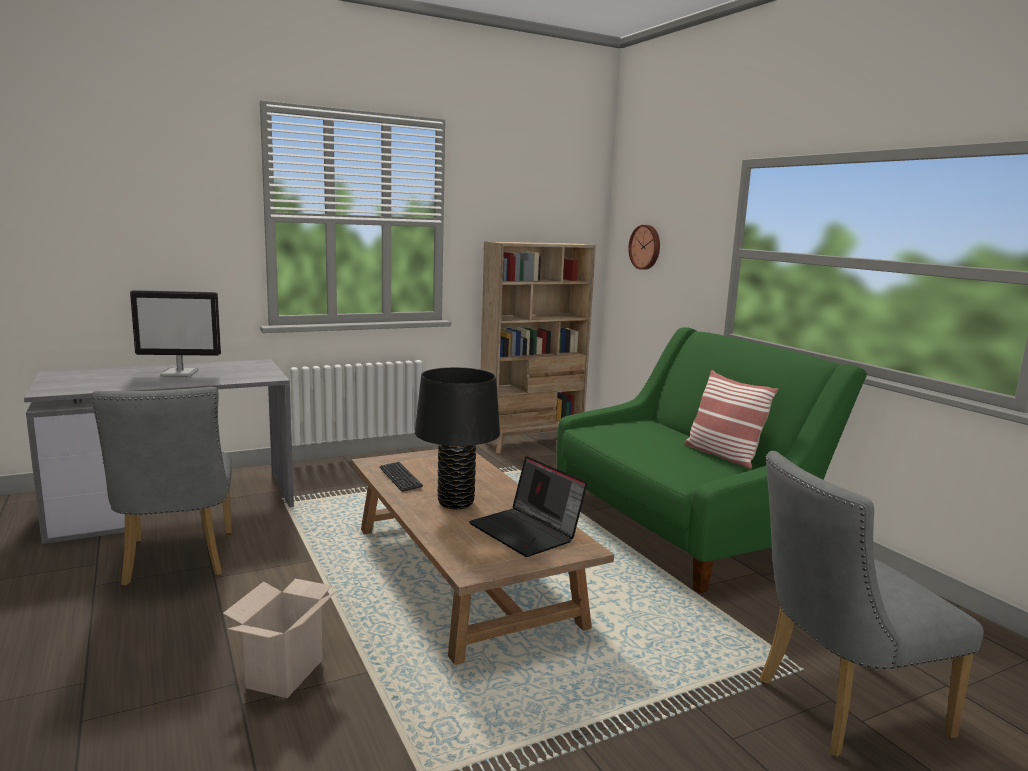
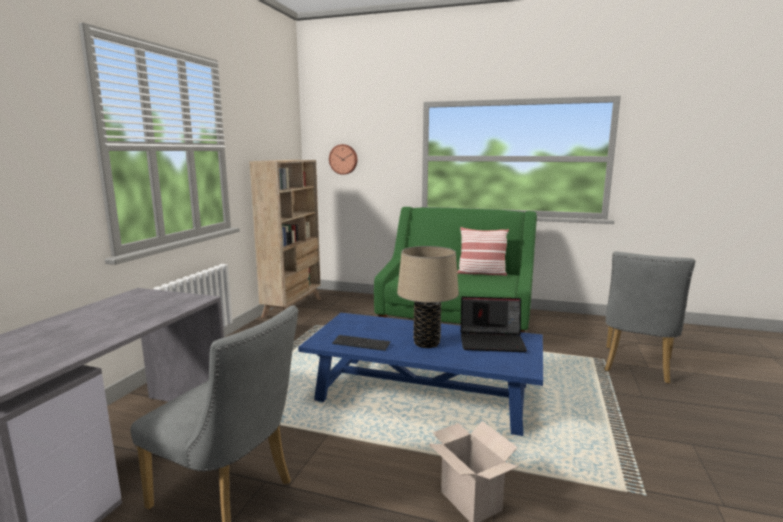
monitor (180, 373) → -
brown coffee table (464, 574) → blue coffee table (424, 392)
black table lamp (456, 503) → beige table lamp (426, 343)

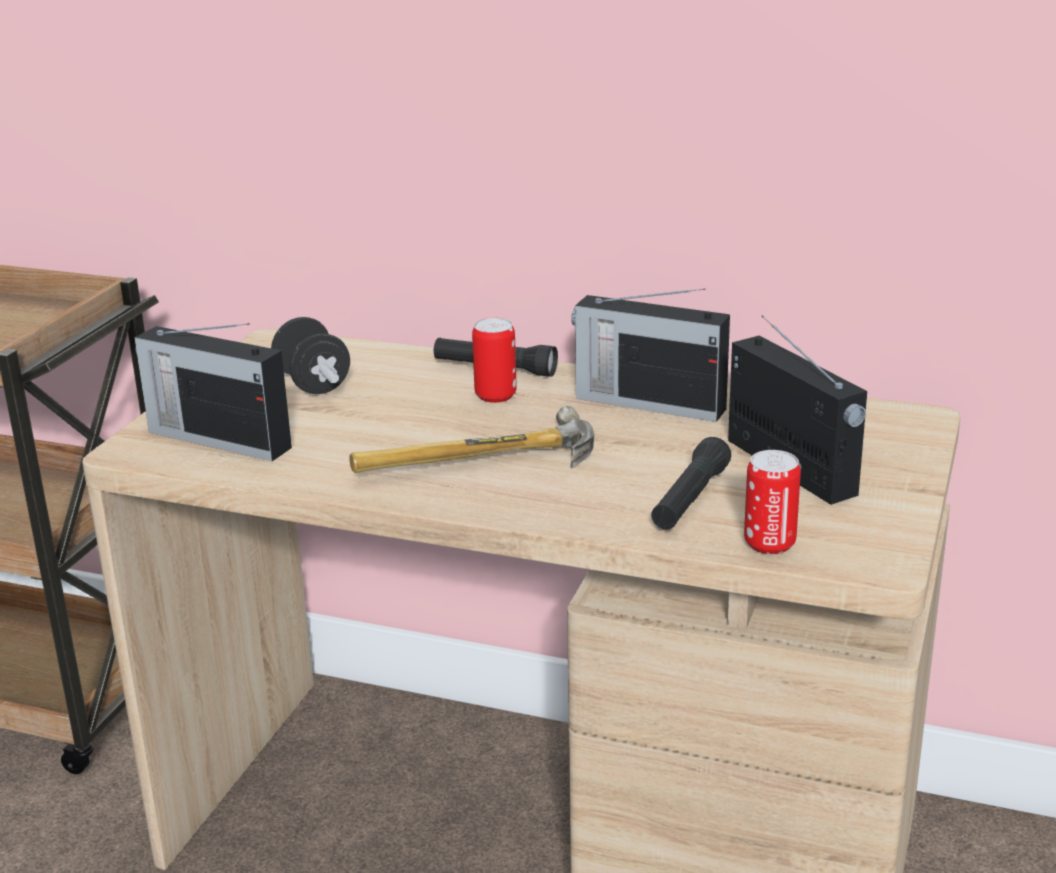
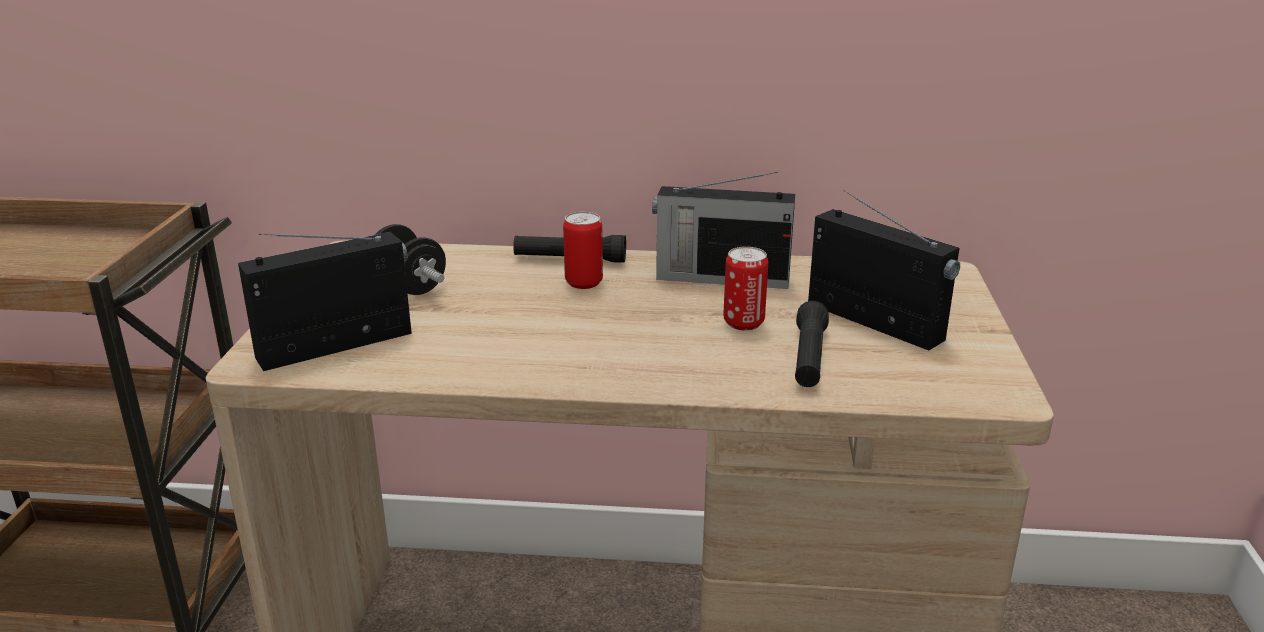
hammer (481, 466) → -
can (769, 544) → can (743, 323), shifted
radio (217, 439) → radio (338, 345), 135 degrees clockwise

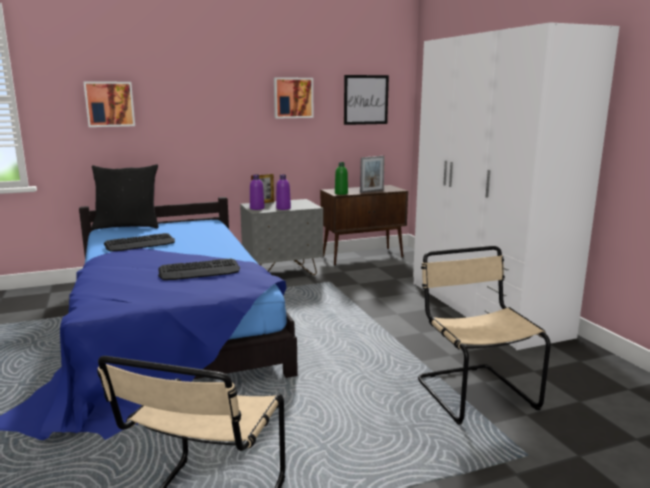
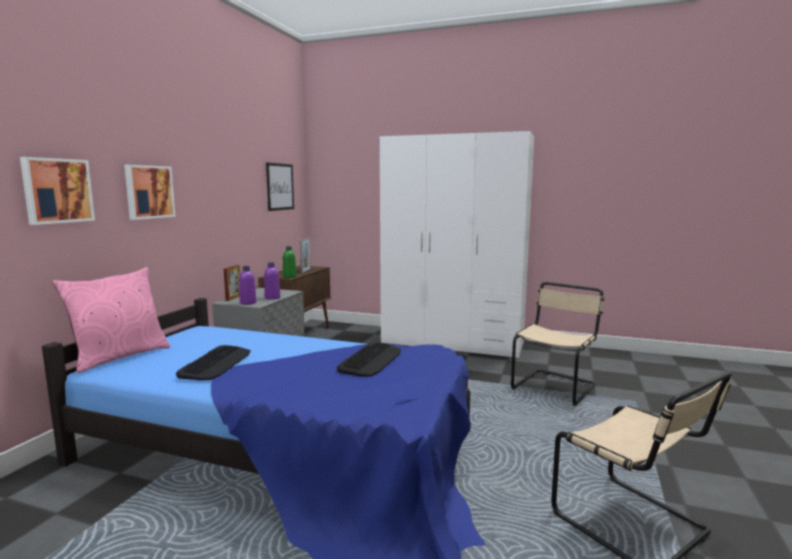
picture (293, 98) → picture (148, 192), shifted
black pillow (128, 226) → pink pillow (119, 356)
beige chair (473, 392) → beige chair (555, 386), 105 degrees clockwise

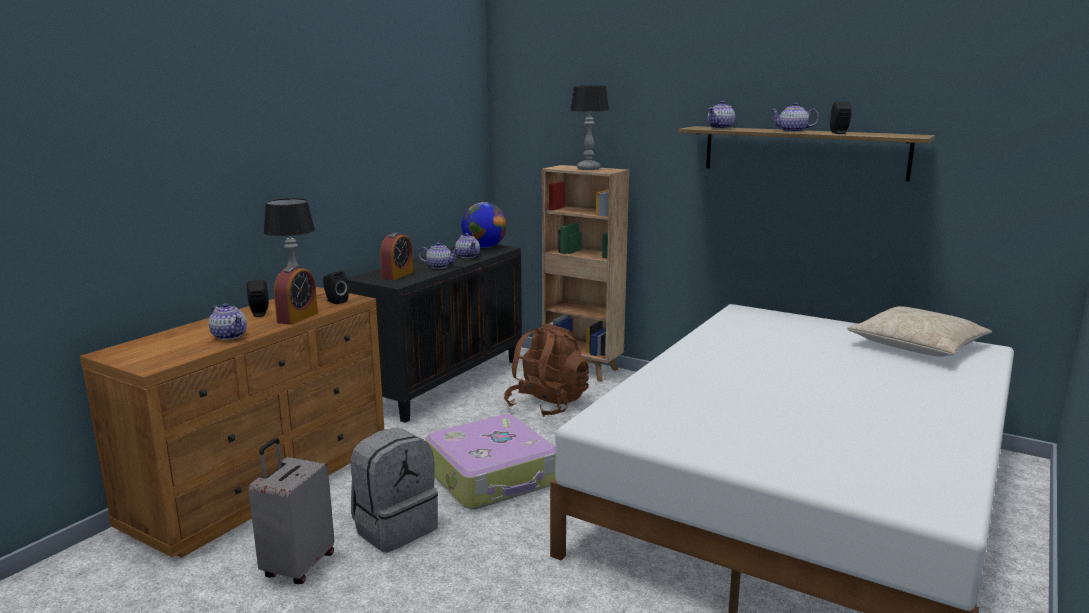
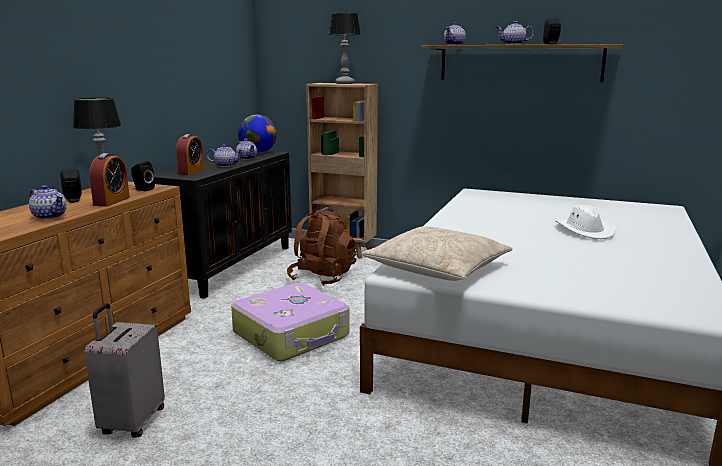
grey backpack (395, 528) → -
- → white hat (585, 230)
beige pillow (916, 345) → beige pillow (437, 268), shifted

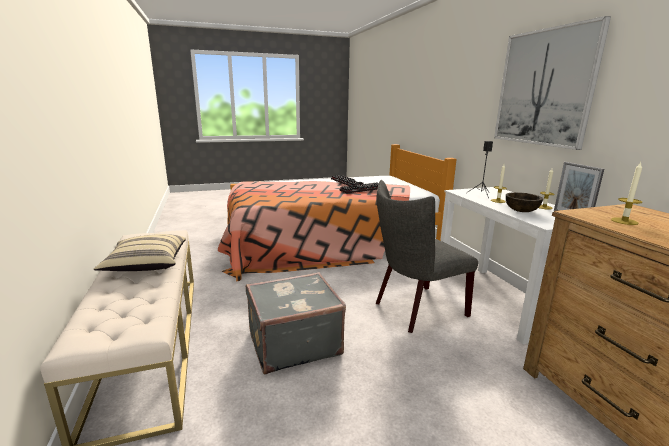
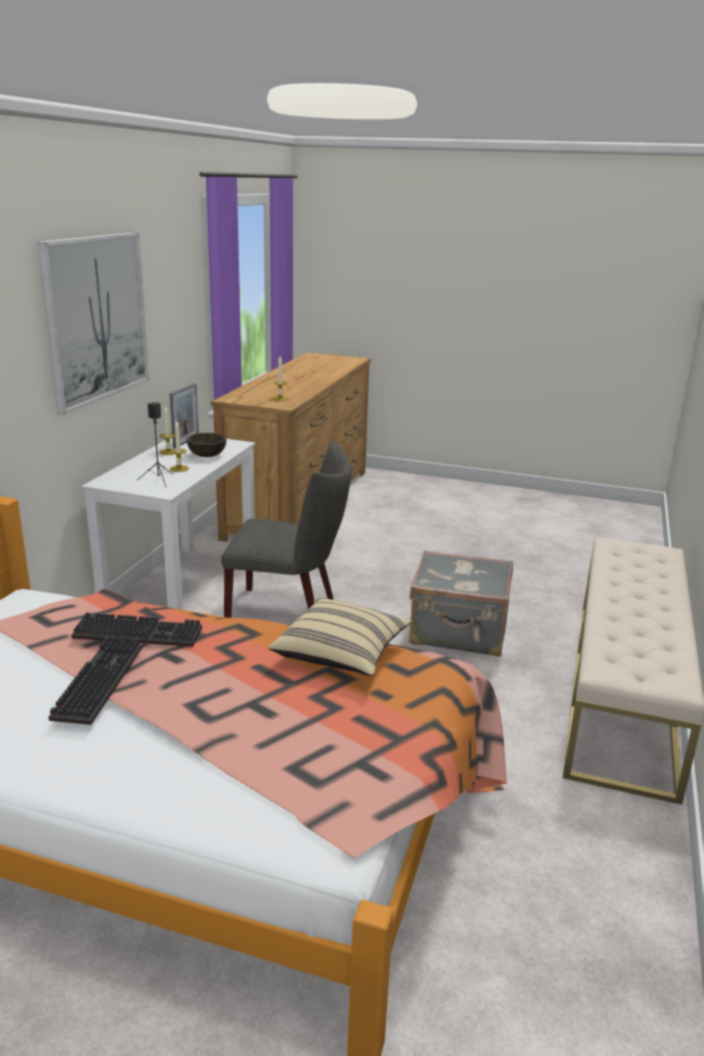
beige pillow (146, 265) → beige pillow (341, 654), shifted

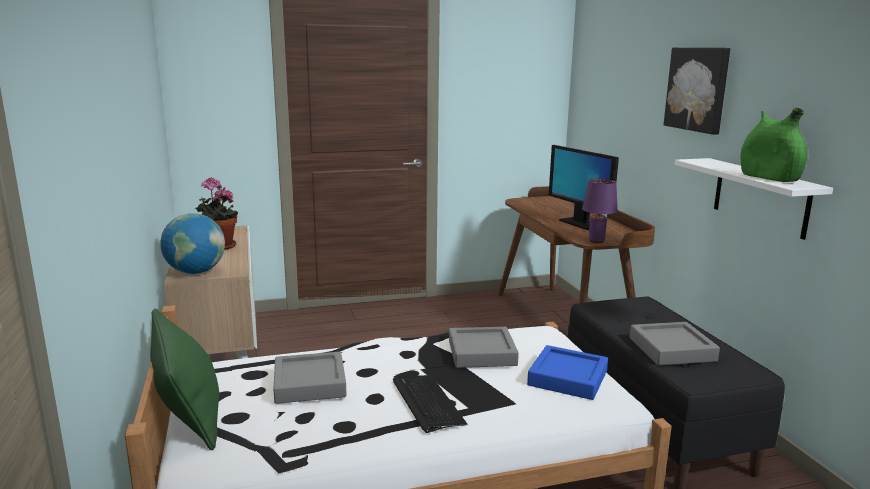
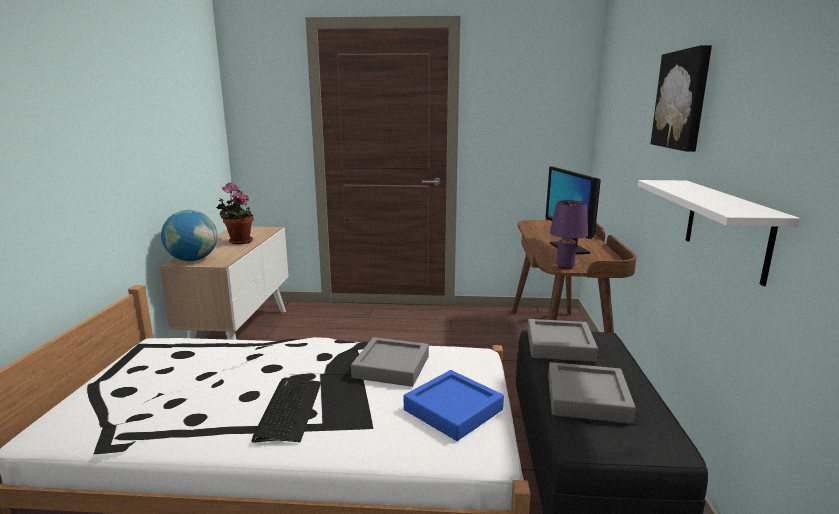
green pillow (188, 410) → -
green vase (769, 178) → -
grey tray (309, 383) → grey tray (559, 345), shifted

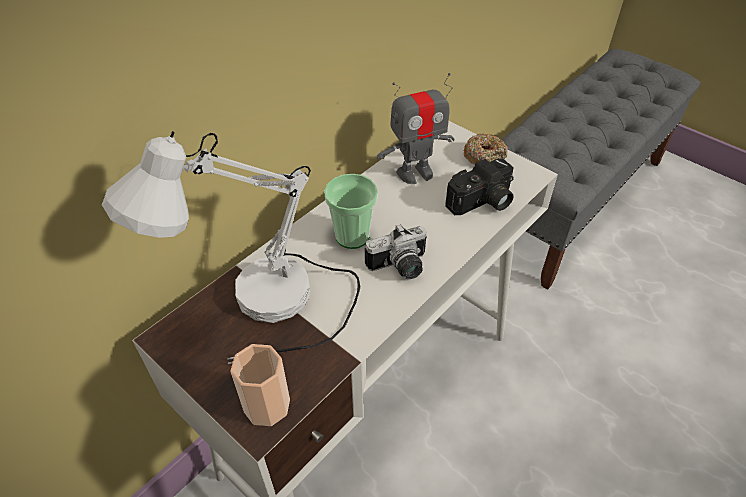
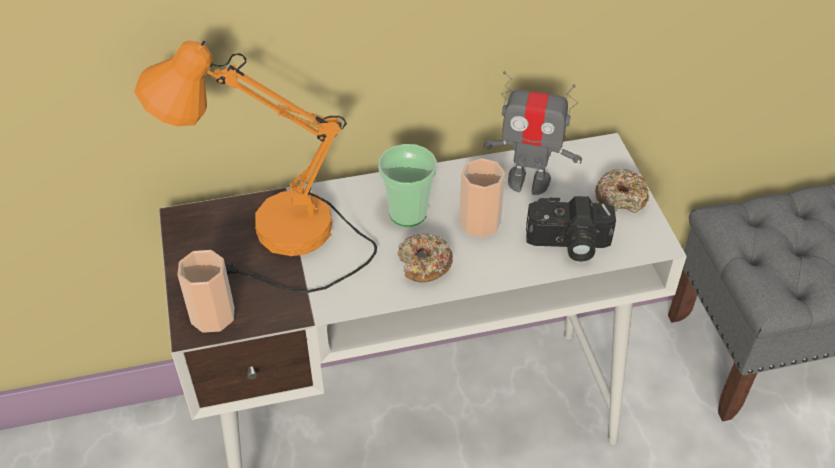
- → cup (479, 222)
photo camera (400, 268) → donut (424, 264)
white table lamp (272, 315) → orange table lamp (278, 246)

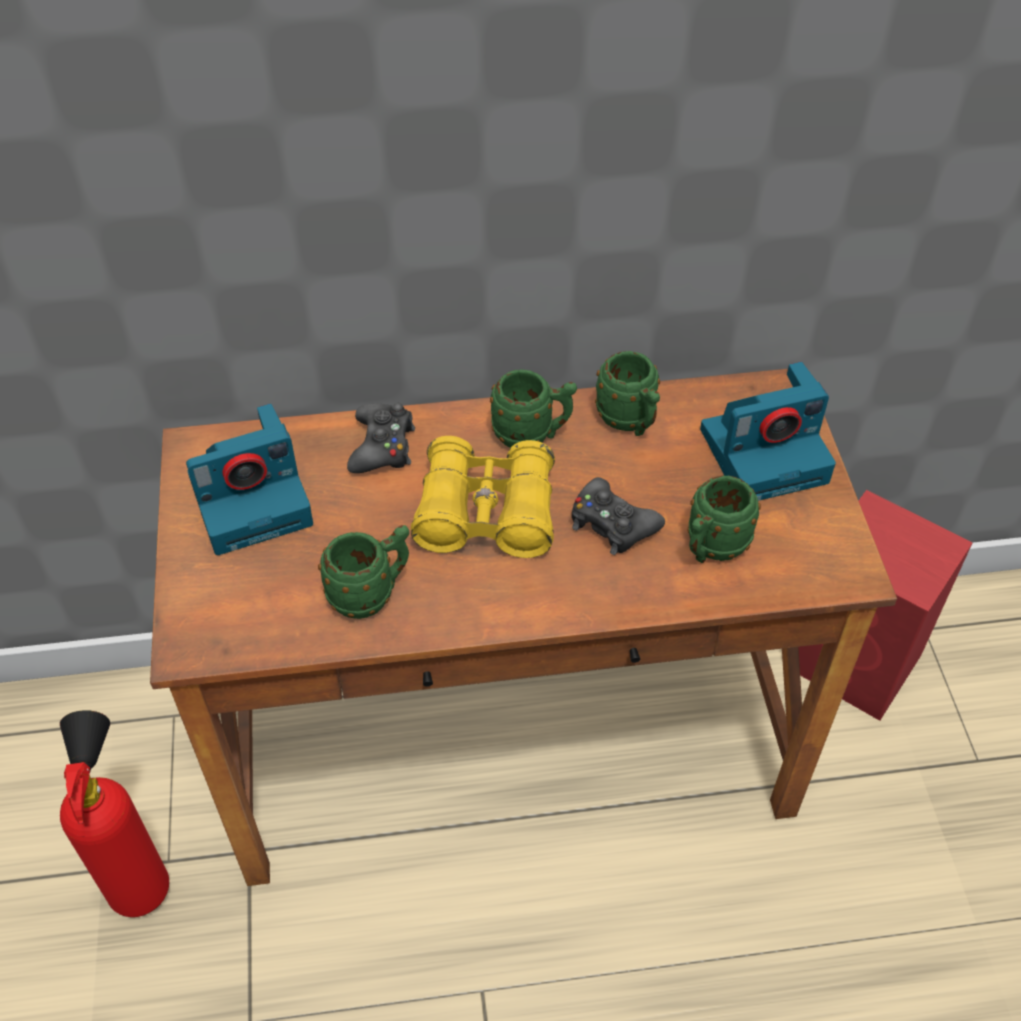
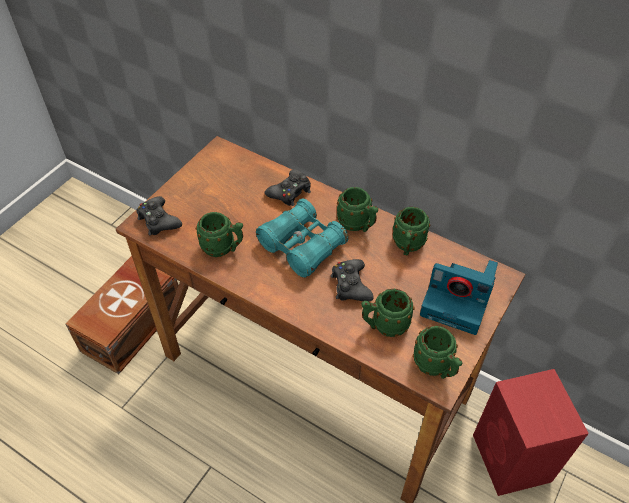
photo camera (253, 499) → -
- → black game controller (158, 221)
- → green mug (436, 367)
fire extinguisher (140, 877) → brown storage box (134, 325)
yellow binoculars (486, 514) → turquoise binoculars (302, 246)

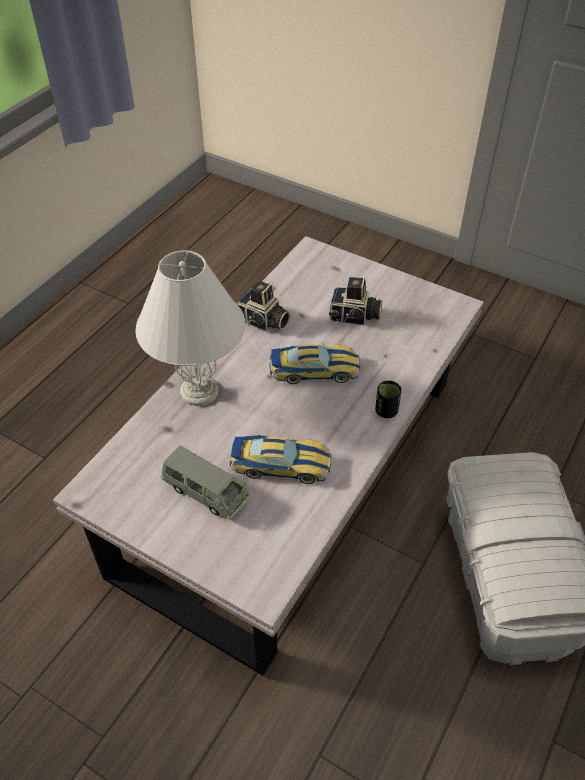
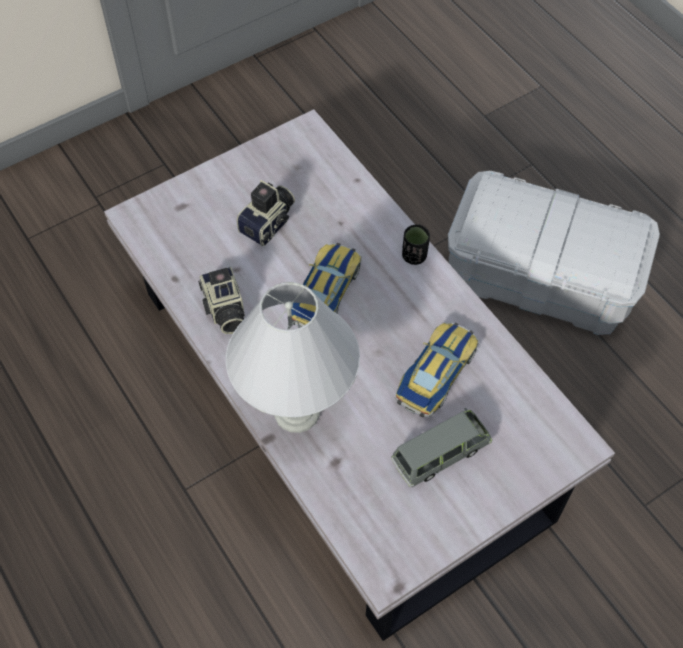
photo camera (263, 322) → photo camera (224, 310), 105 degrees clockwise

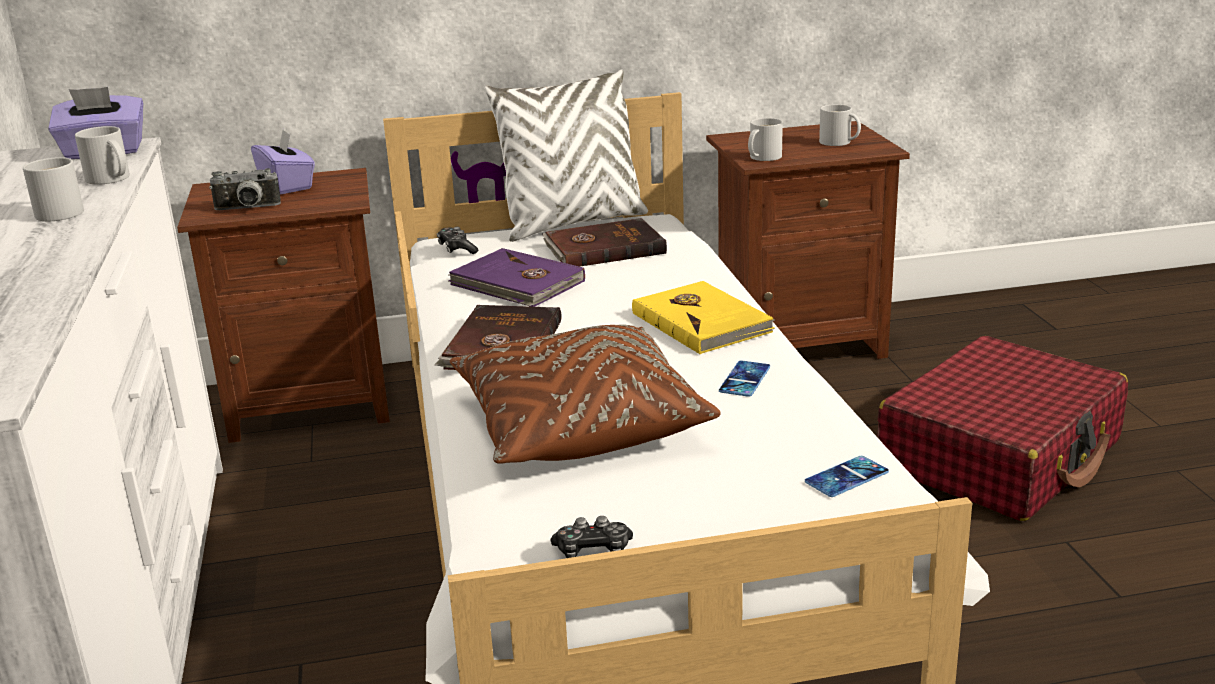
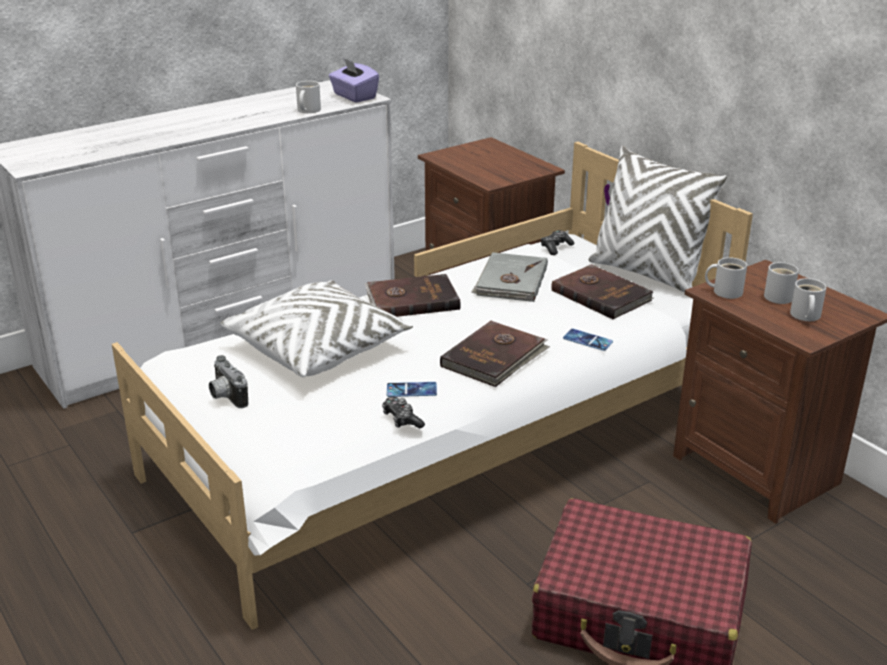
purple tissue box (287, 185) → -
white mug (61, 212) → white mug (781, 296), shifted
photo camera (247, 209) → photo camera (225, 397), shifted
game controller (593, 551) → game controller (402, 419), shifted
phone (846, 477) → phone (587, 340), shifted
purple book (517, 284) → grey book (510, 281)
brown pillow (578, 425) → white pillow (318, 348)
yellow book (702, 322) → brown book (495, 357)

